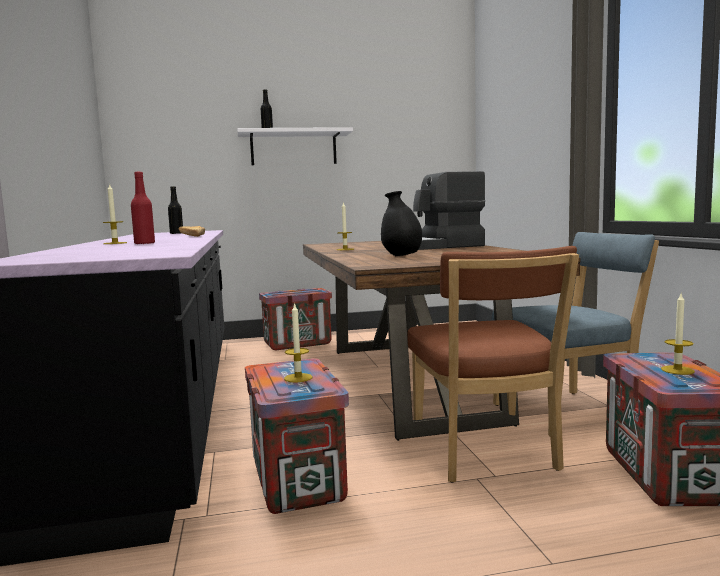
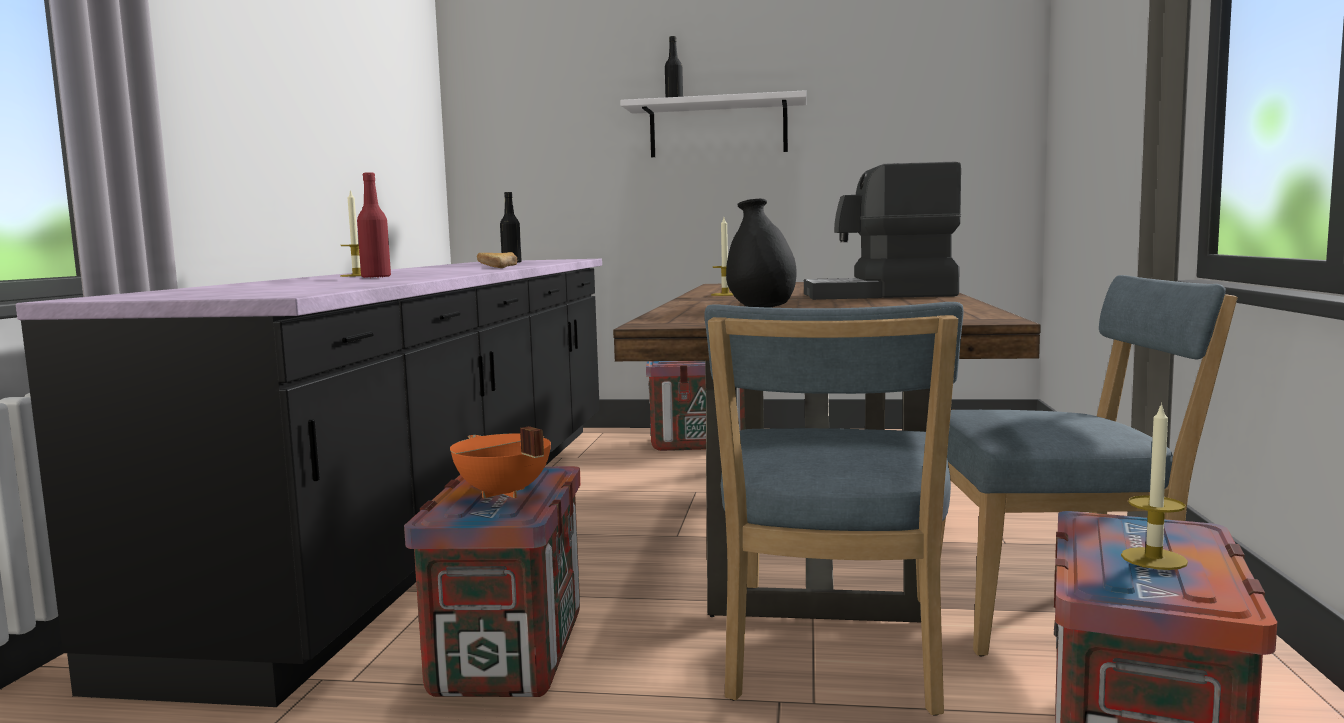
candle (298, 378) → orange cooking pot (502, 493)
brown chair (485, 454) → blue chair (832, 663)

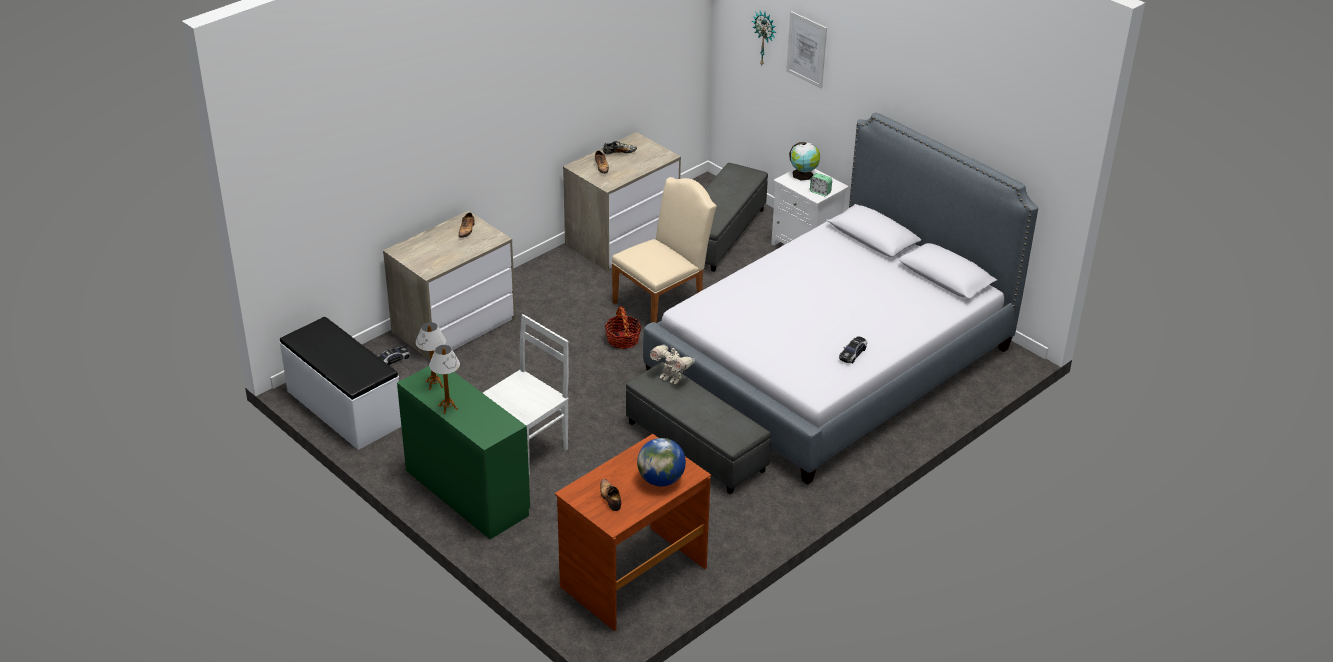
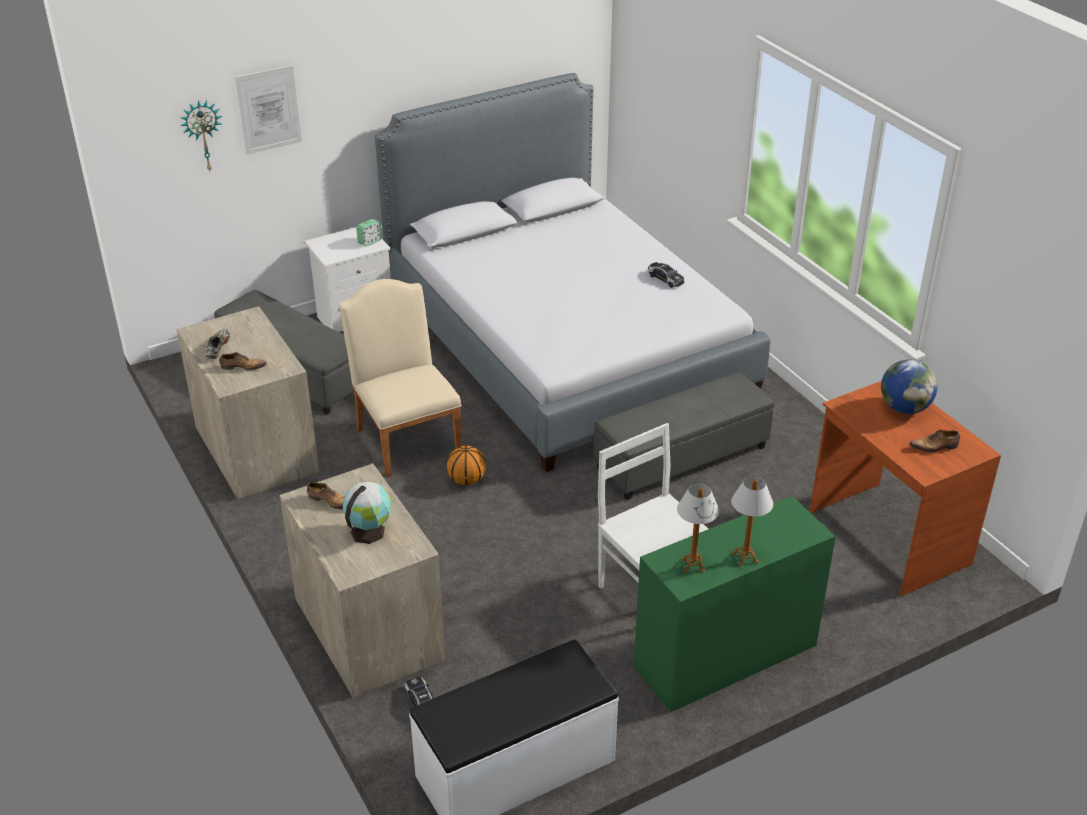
toy robot (671, 378) → -
globe (803, 175) → globe (369, 531), shifted
basket (622, 340) → basketball (466, 480)

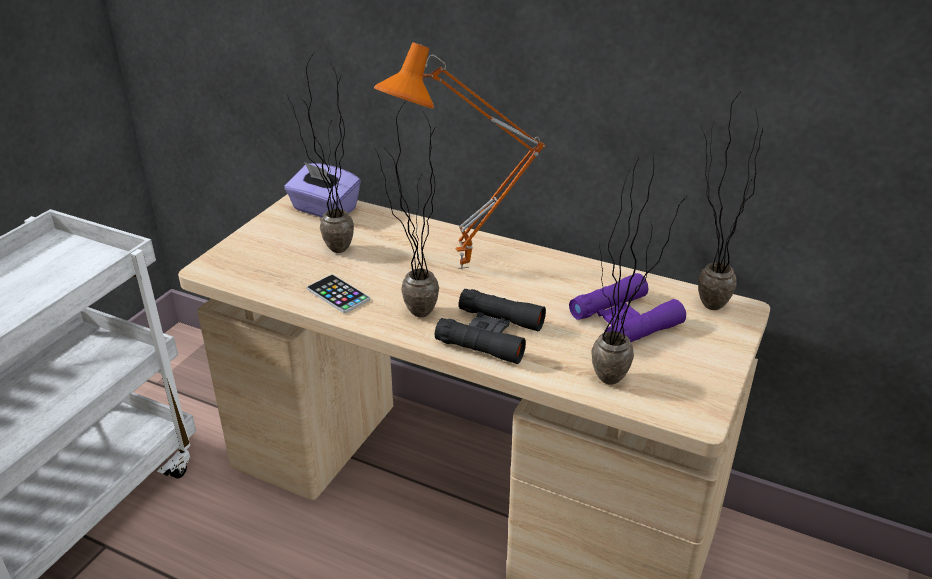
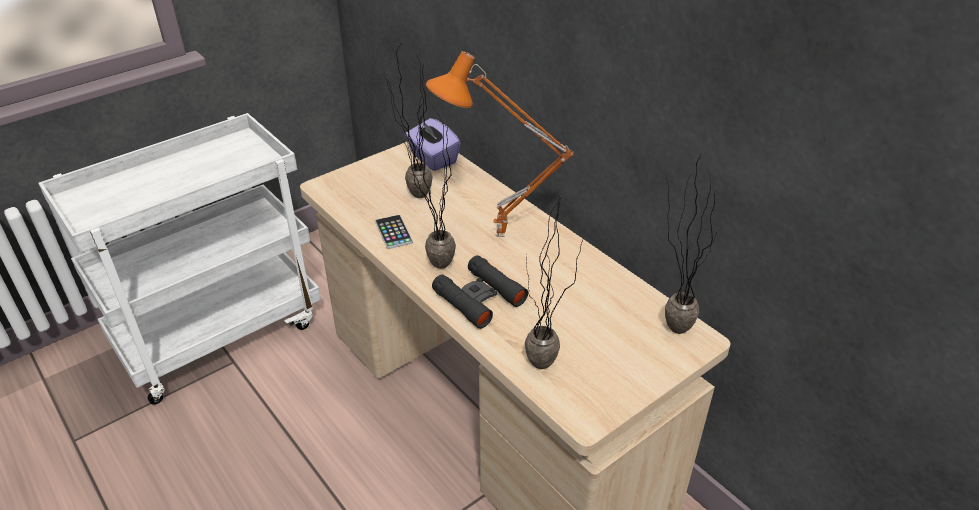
purple binoculars (625, 320) → -

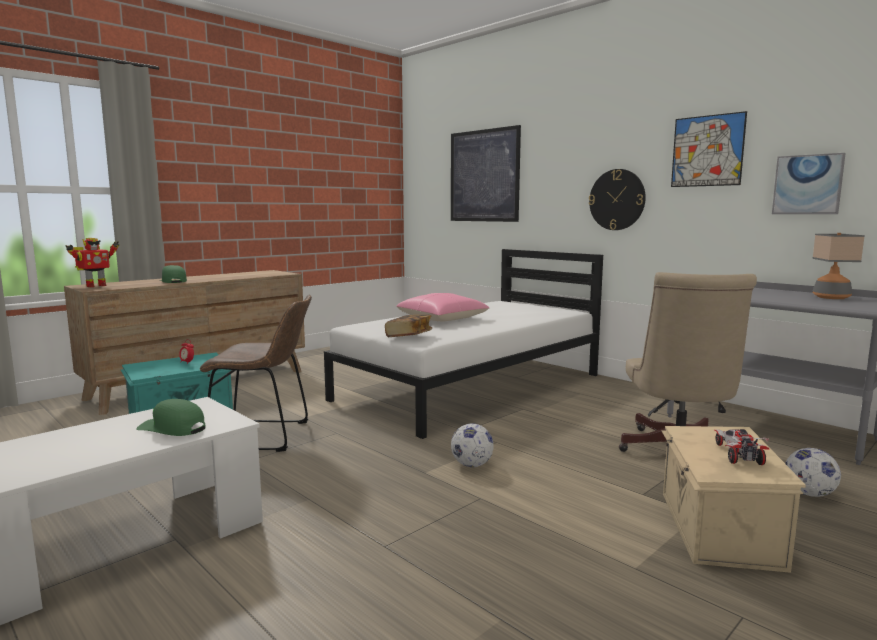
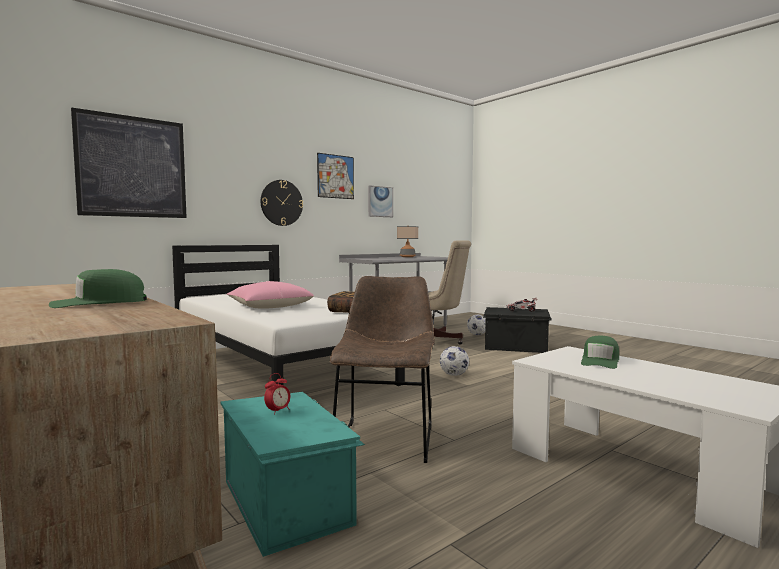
toy robot (95, 286) → -
beige storage box (717, 529) → black storage box (516, 347)

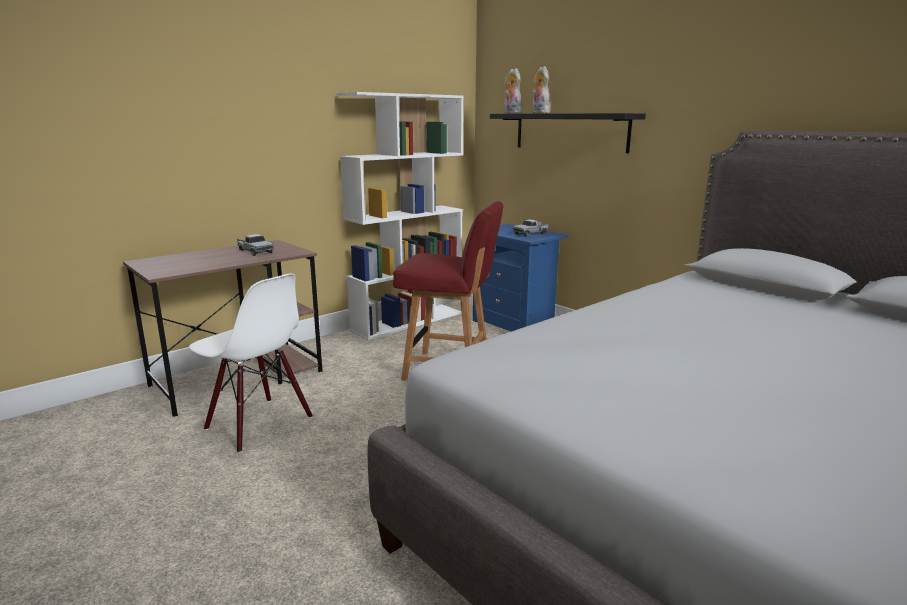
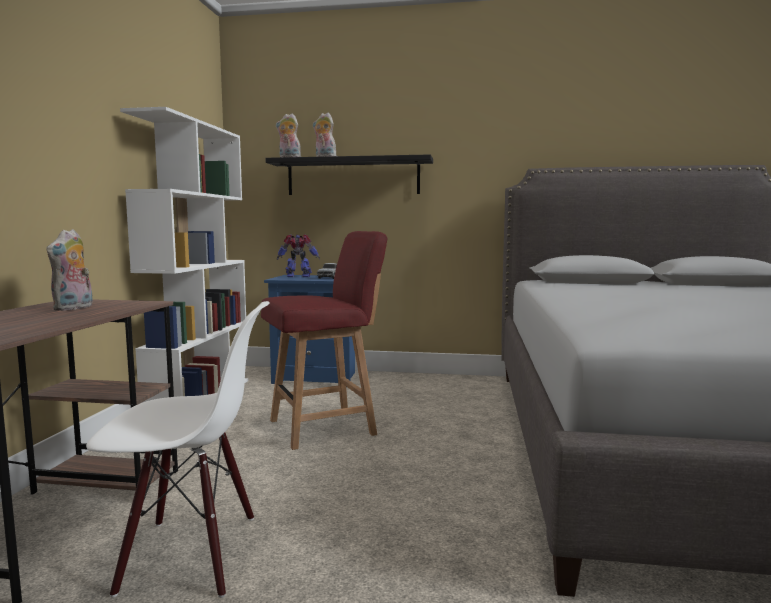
- → toy robot (298, 277)
toy truck (254, 251) → plush toy (74, 308)

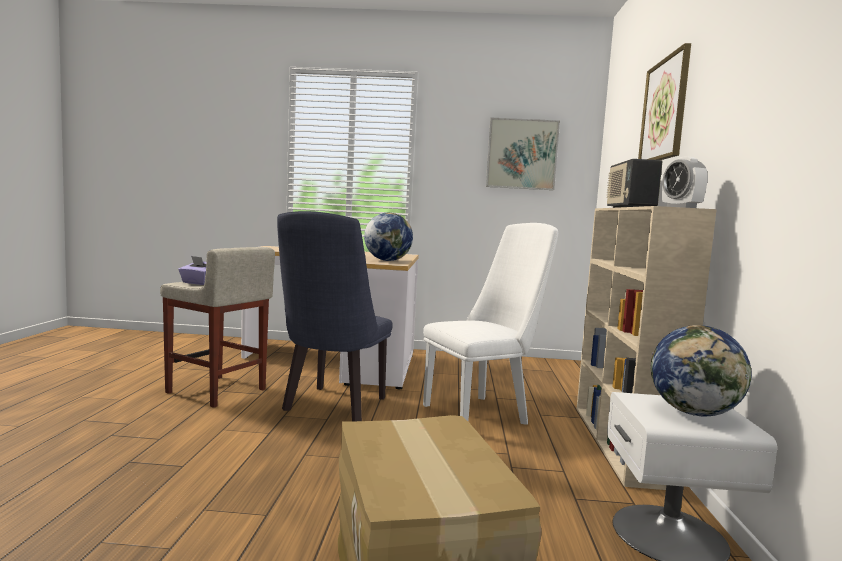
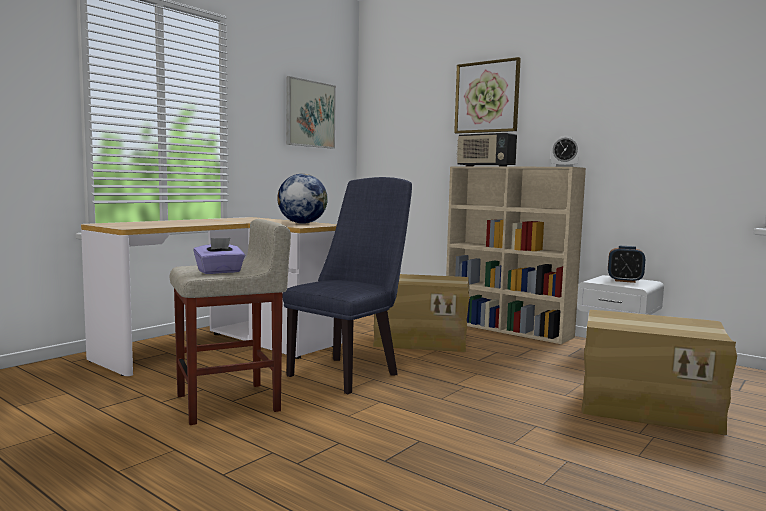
white chair (481, 413) → cardboard box (421, 340)
globe (695, 413) → alarm clock (624, 281)
blue chair (332, 407) → blue chair (348, 372), 105 degrees counterclockwise

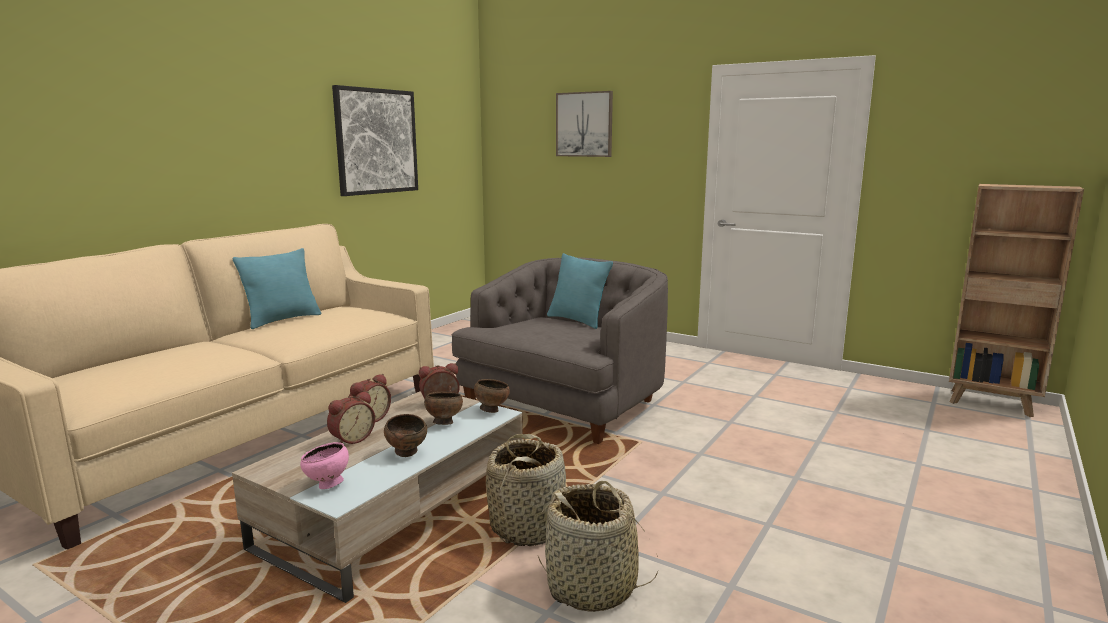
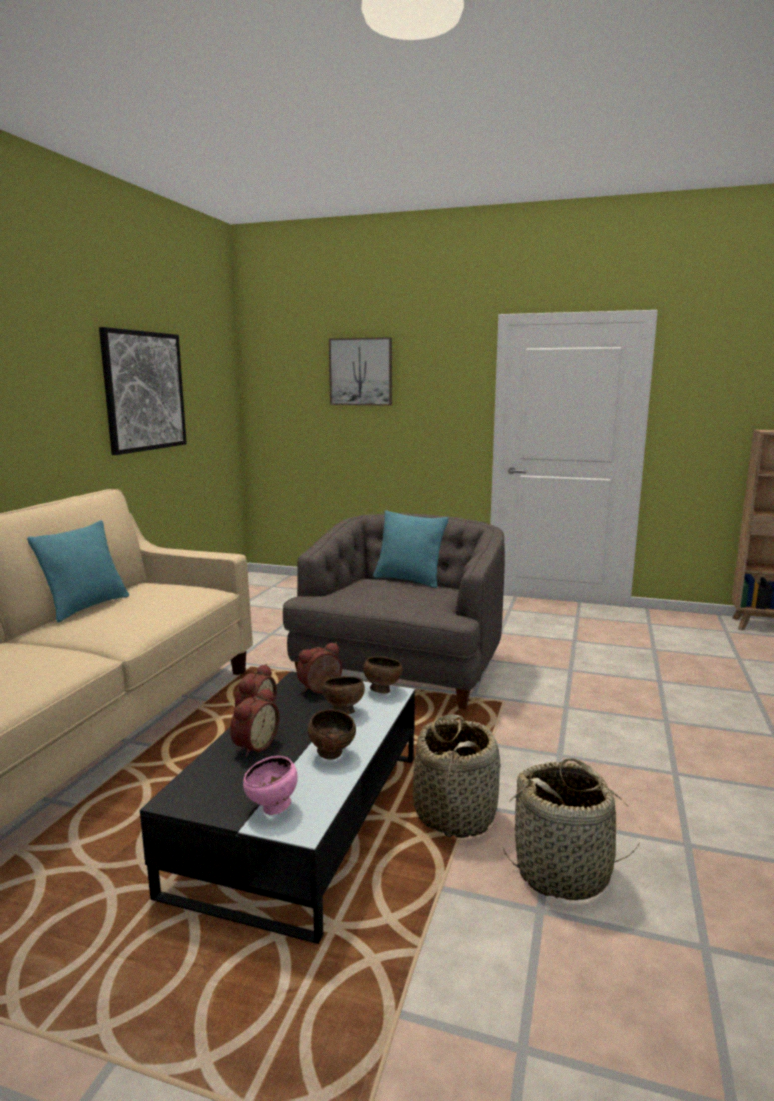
beige coffee table (396, 512) → black coffee table (302, 819)

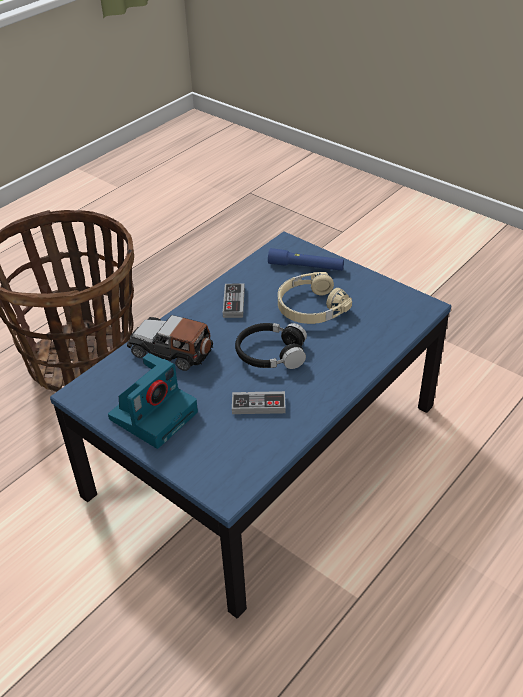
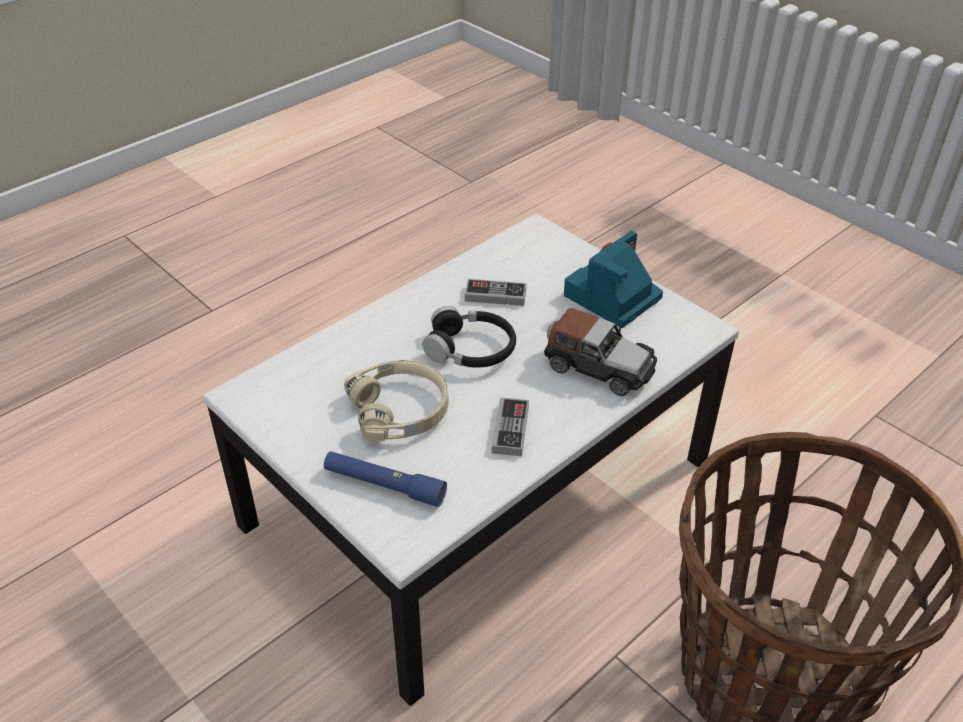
blue coffee table (264, 448) → white coffee table (480, 493)

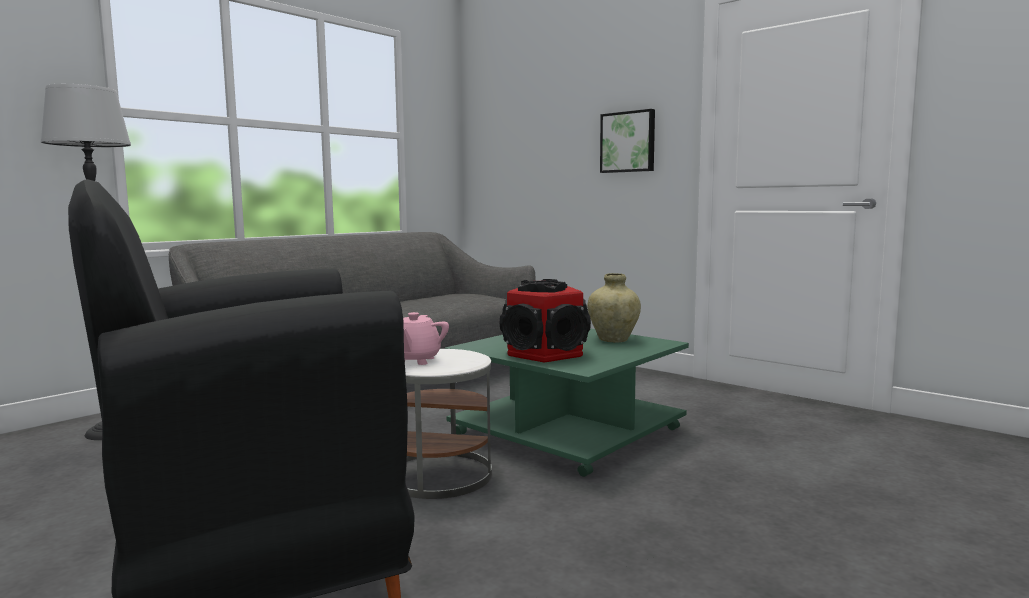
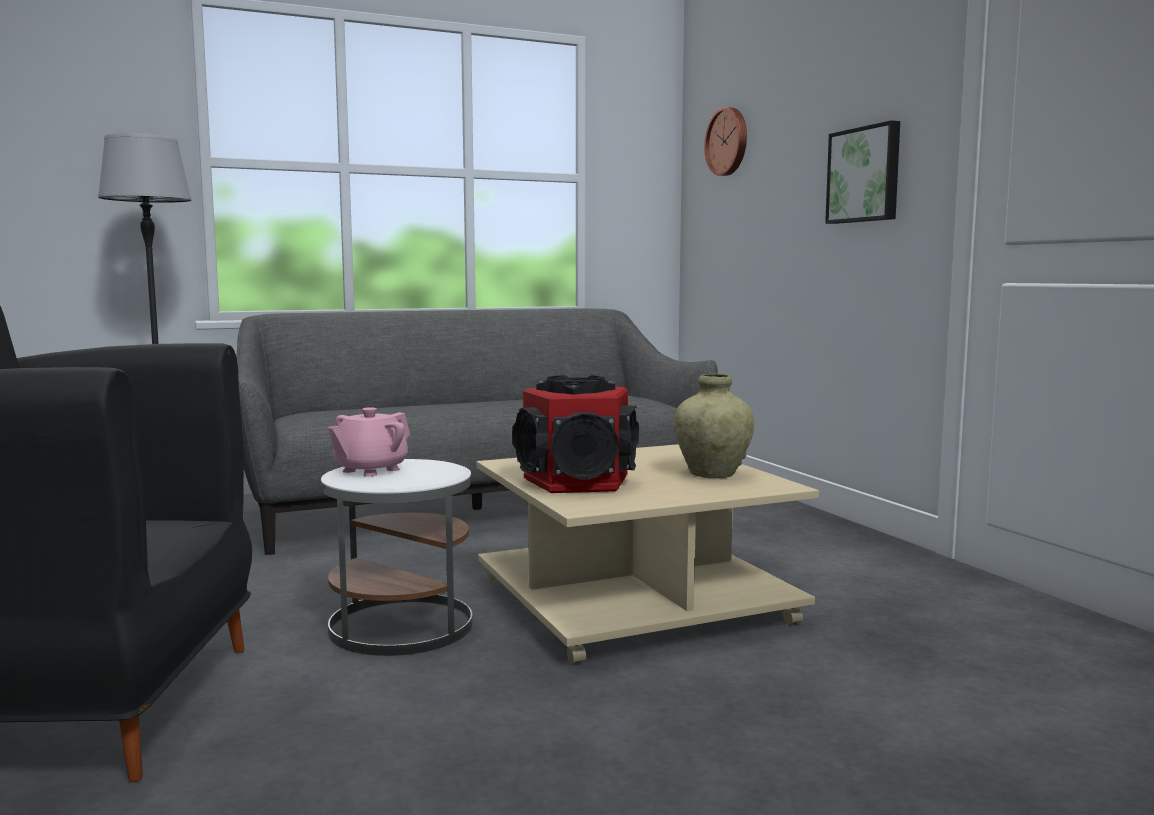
- → wall clock (728, 142)
green coffee table (567, 430) → beige coffee table (635, 599)

